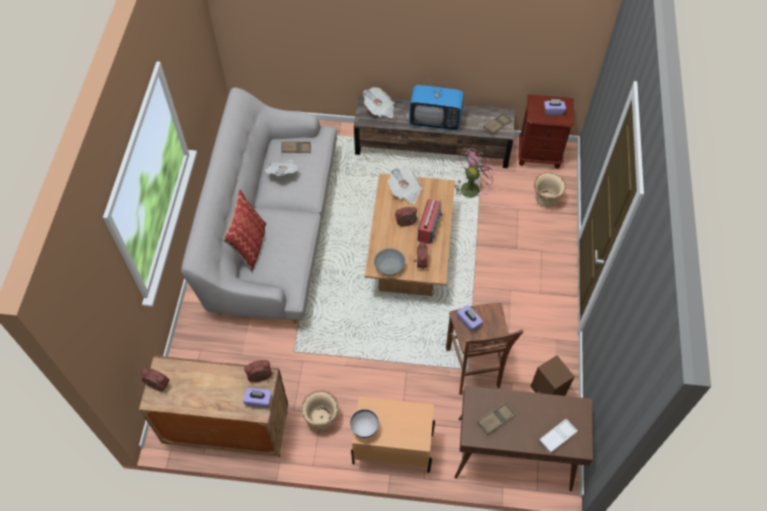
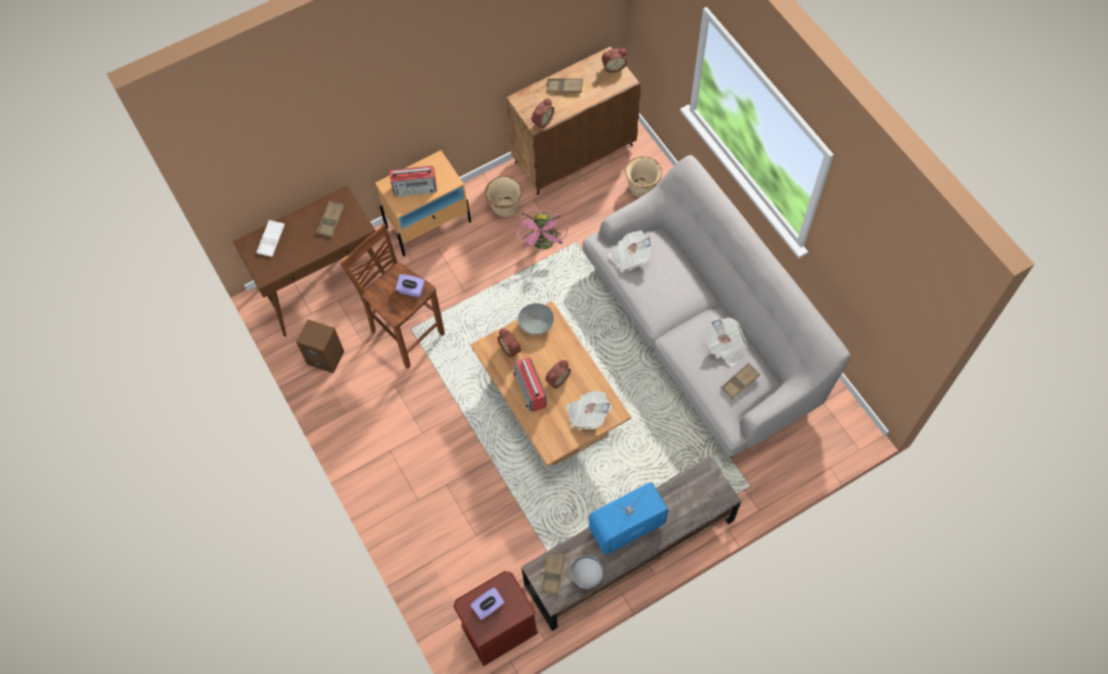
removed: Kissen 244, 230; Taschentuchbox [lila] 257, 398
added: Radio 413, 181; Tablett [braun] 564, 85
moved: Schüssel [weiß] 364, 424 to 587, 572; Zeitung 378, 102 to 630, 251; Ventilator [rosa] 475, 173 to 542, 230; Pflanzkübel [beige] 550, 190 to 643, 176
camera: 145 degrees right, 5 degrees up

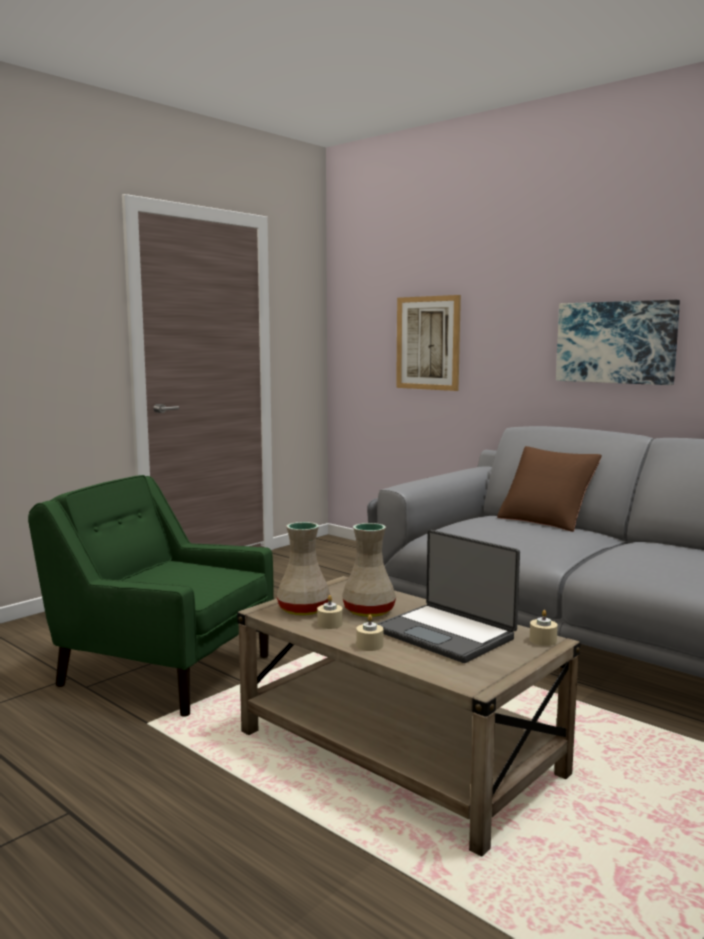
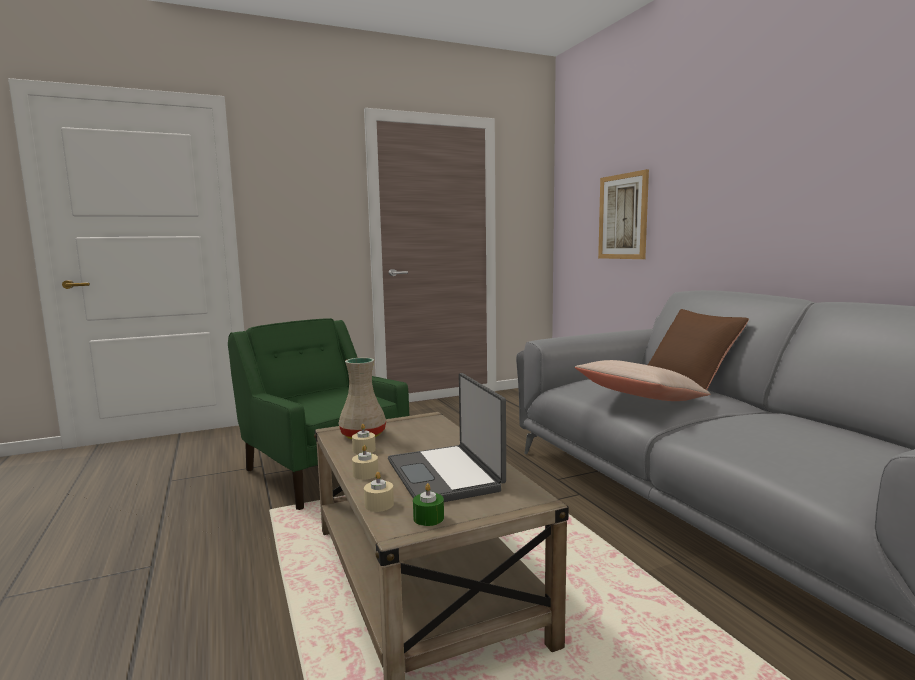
removed: Vase [beige] 369, 570; Bild 618, 342
added: Kerze [grün] 428, 504; Kissen [beige] 642, 380
moved: Kerze [beige] 543, 628 to 379, 492
camera: 25 degrees right, 0 degrees up

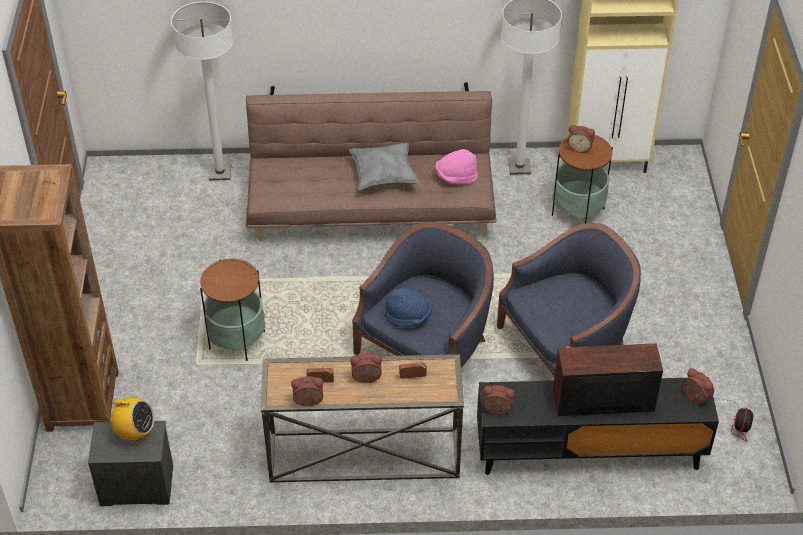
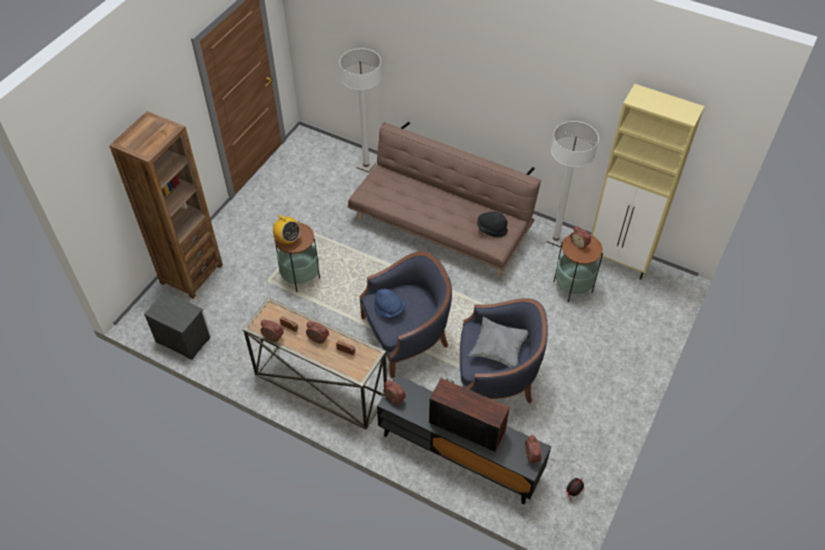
moved: Radio 132, 419 to 285, 230; Kissen [grau] 384, 166 to 498, 342
recoloured: Hut [rosa] 456, 167 to Hut [schwarz] 492, 225
camera: 30 degrees right, 5 degrees up

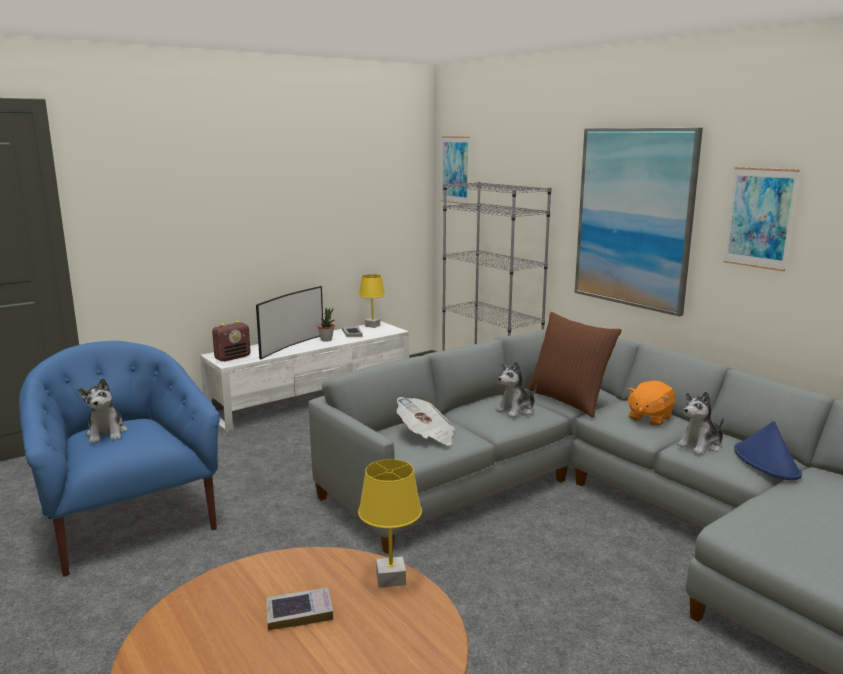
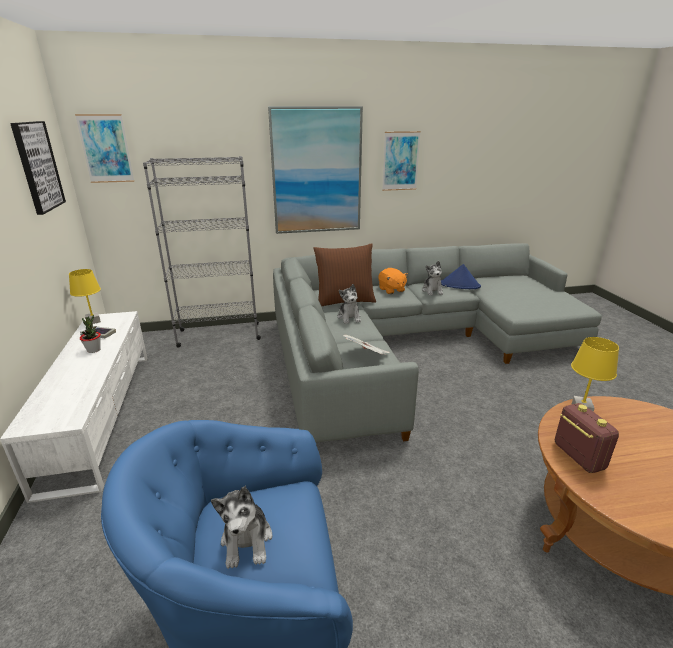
removed: Fernseher 289, 322; Buch 299, 609
added: Bild 38, 168
moved: Radio 231, 341 to 587, 438
turned: Plüschtier 102, 410 = 242, 527 75 degrees clockwise
camera: 65 degrees left, 10 degrees up

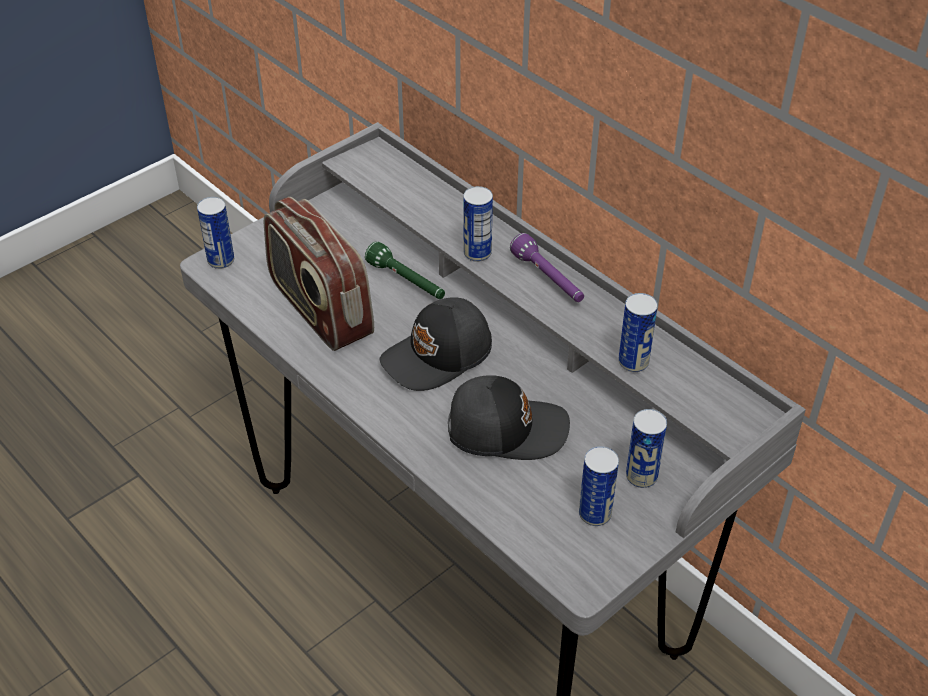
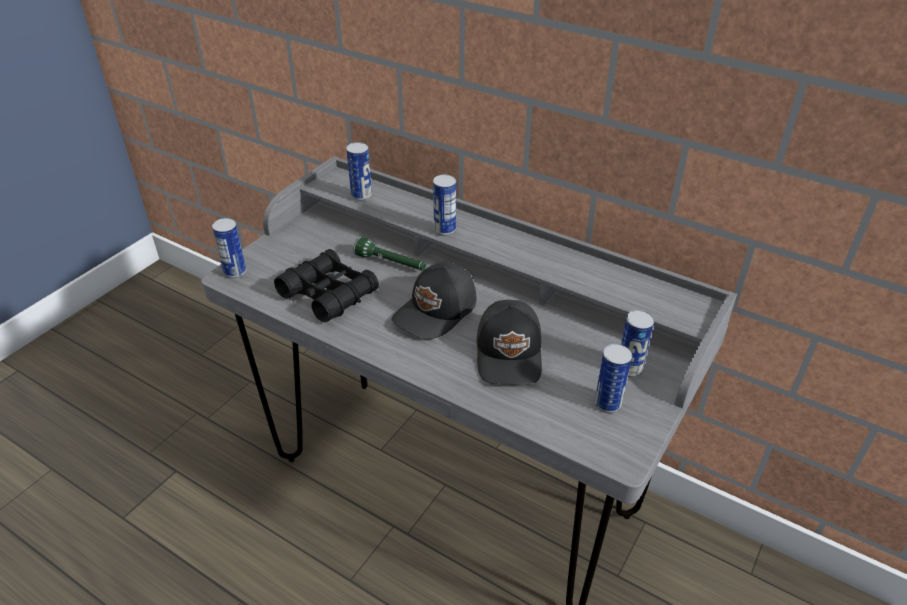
removed: Taschenlampe [lila] 547, 267
moved: Dose 638, 332 to 359, 171
replaced: Radio 319, 274 to Fernglas [schwarz] 326, 285
turned: Kappe [schwarz] 509, 417 = 509, 342 105 degrees clockwise
camera: 15 degrees left, 5 degrees down

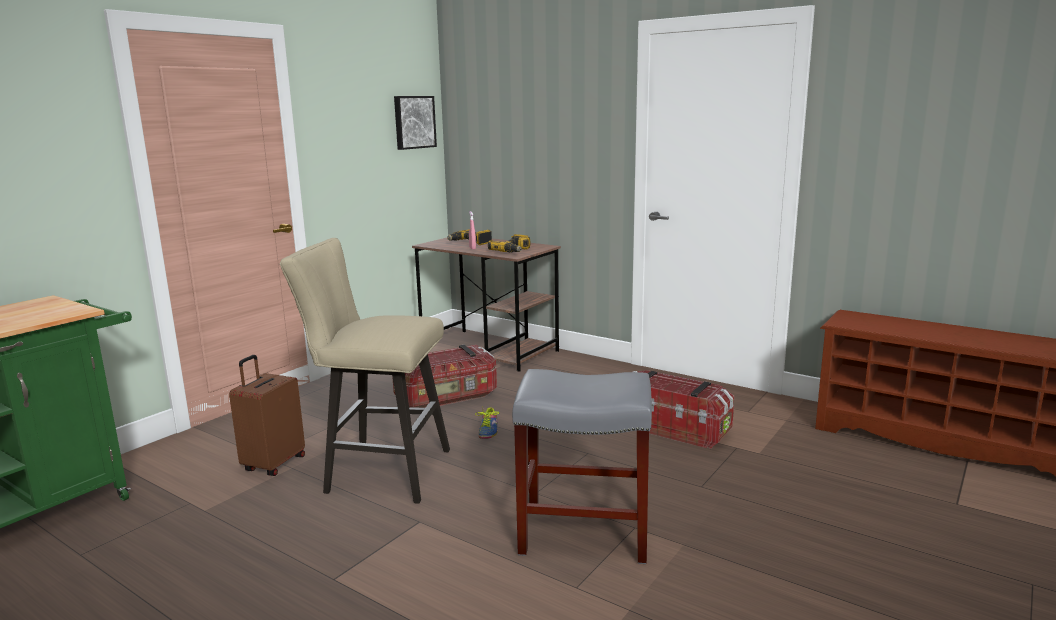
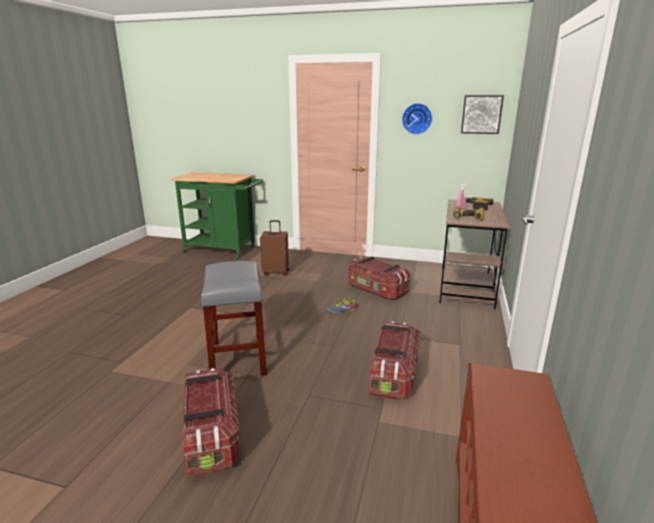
removed: Hocker [beige] 365, 371
added: Aufbewahrungsbox 211, 422; Wanduhr 417, 119
camera: 70 degrees right, 5 degrees up

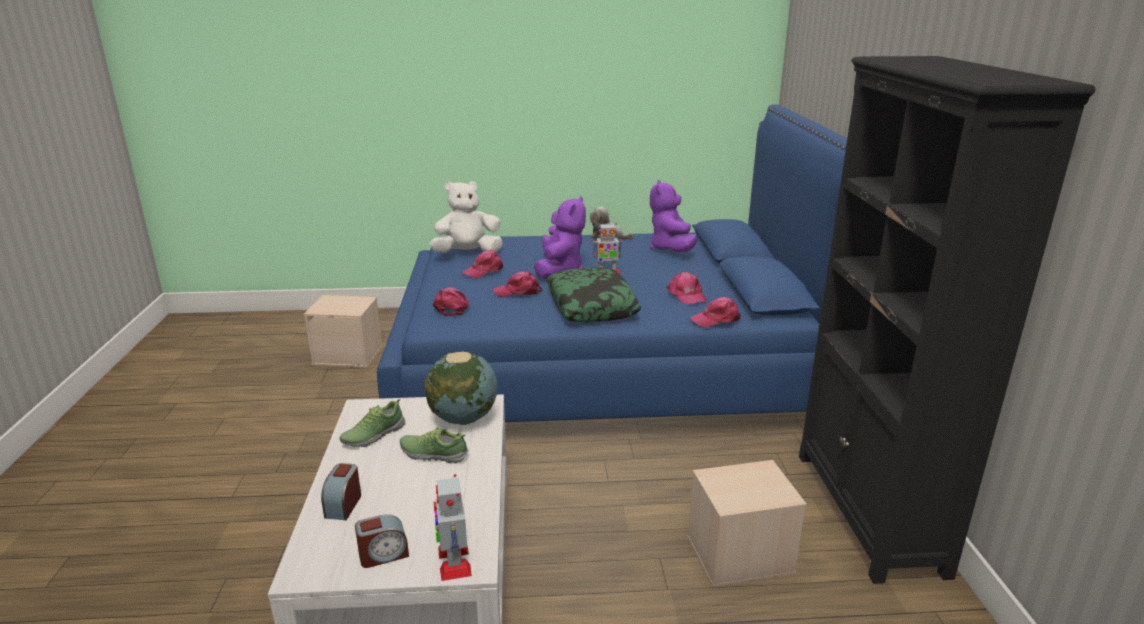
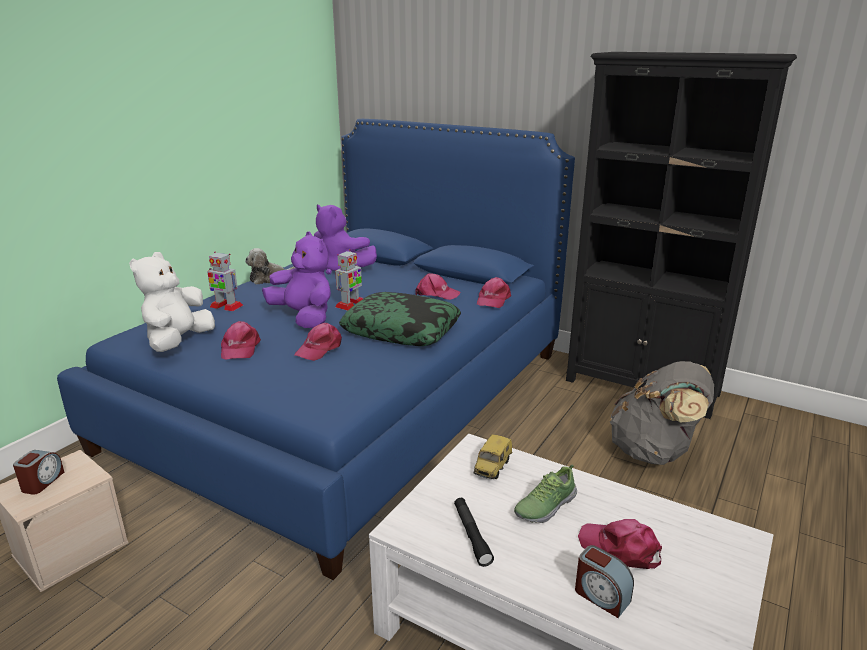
moved: Wecker 382, 541 to 38, 472; Kappe [rosa] 451, 301 to 620, 544; Spielzeugroboter 453, 527 to 225, 281
replaced: Schuh 372, 423 to Taschenlampe [schwarz] 474, 532; Globus 461, 388 to Spielzeugauto 493, 456; Aufbewahrungsbox [beige] 747, 523 to Rucksack [grau] 661, 413
camera: 55 degrees left, 0 degrees up

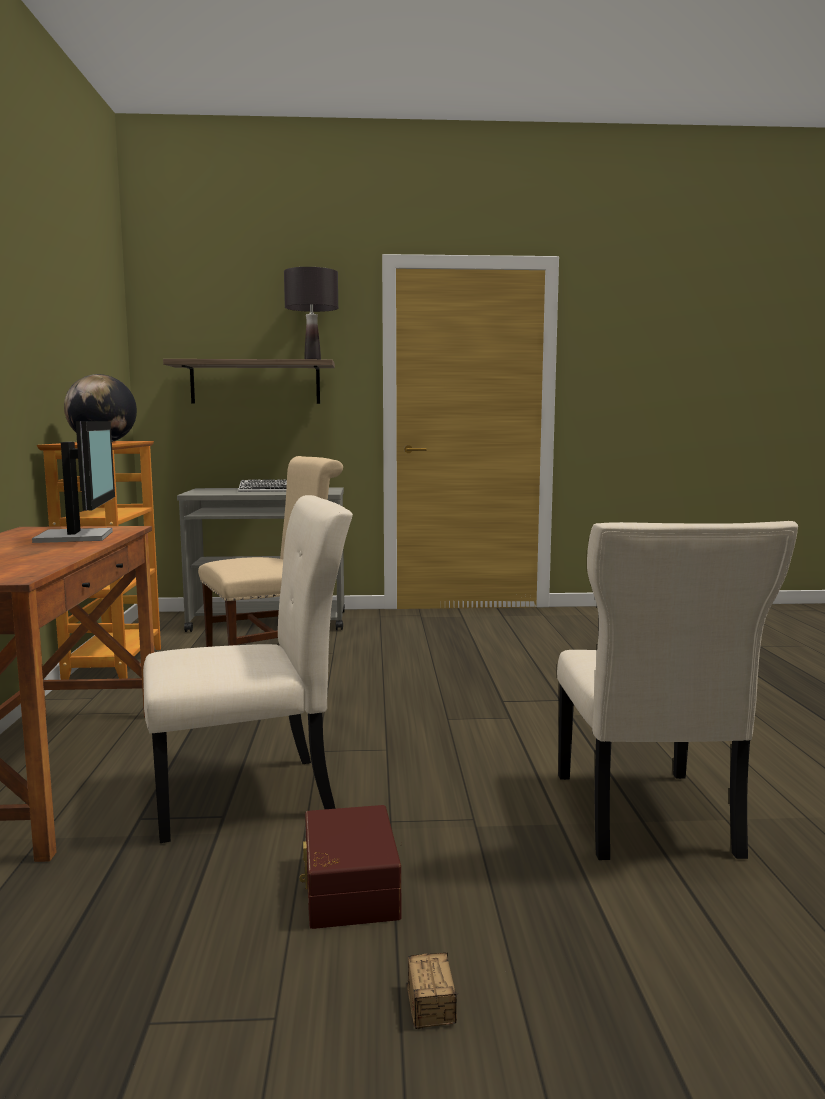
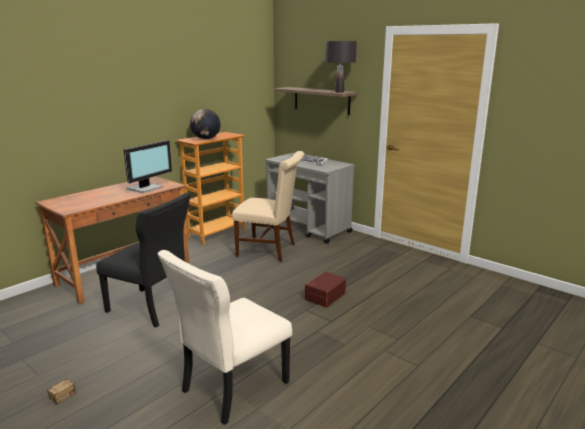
moved: Aufbewahrungsbox [braun] 350, 867 to 325, 289
recoloured: Stuhl [beige] 248, 669 to Stuhl [schwarz] 143, 260
camera: 45 degrees right, 10 degrees up

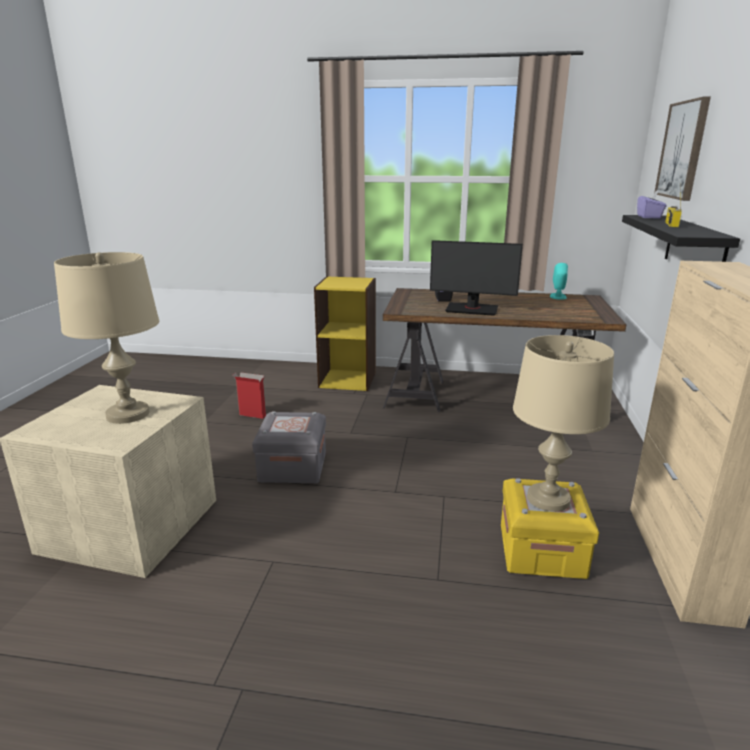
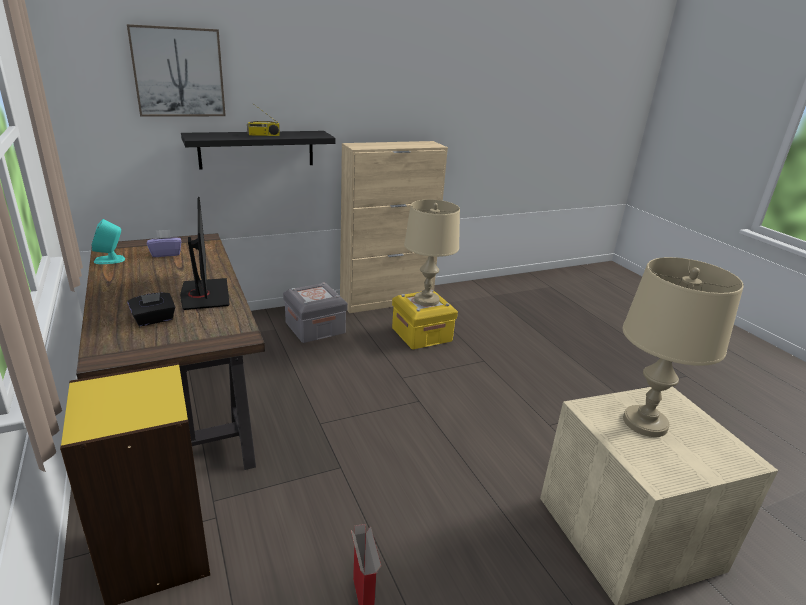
moved: Aufbewahrungsbox [grau] 289, 447 to 315, 312; Taschentuchbox [lila] 652, 204 to 164, 243
camera: 125 degrees left, 5 degrees up

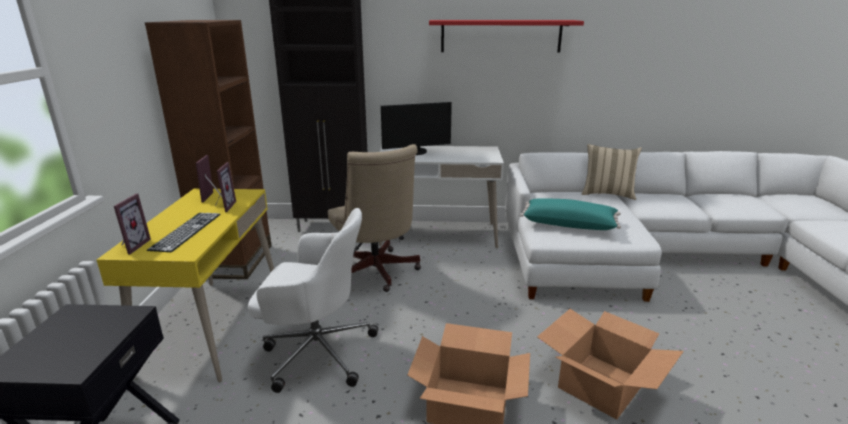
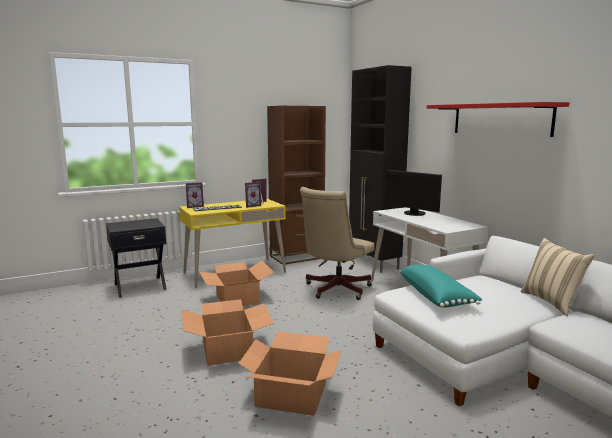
replaced: Bürostuhl [weiß] 313, 300 to Karton 236, 283
camera: 60 degrees right, 10 degrees down

